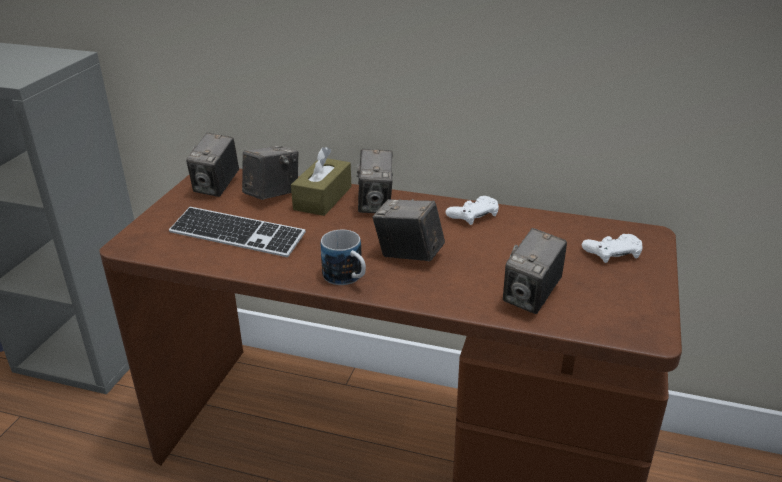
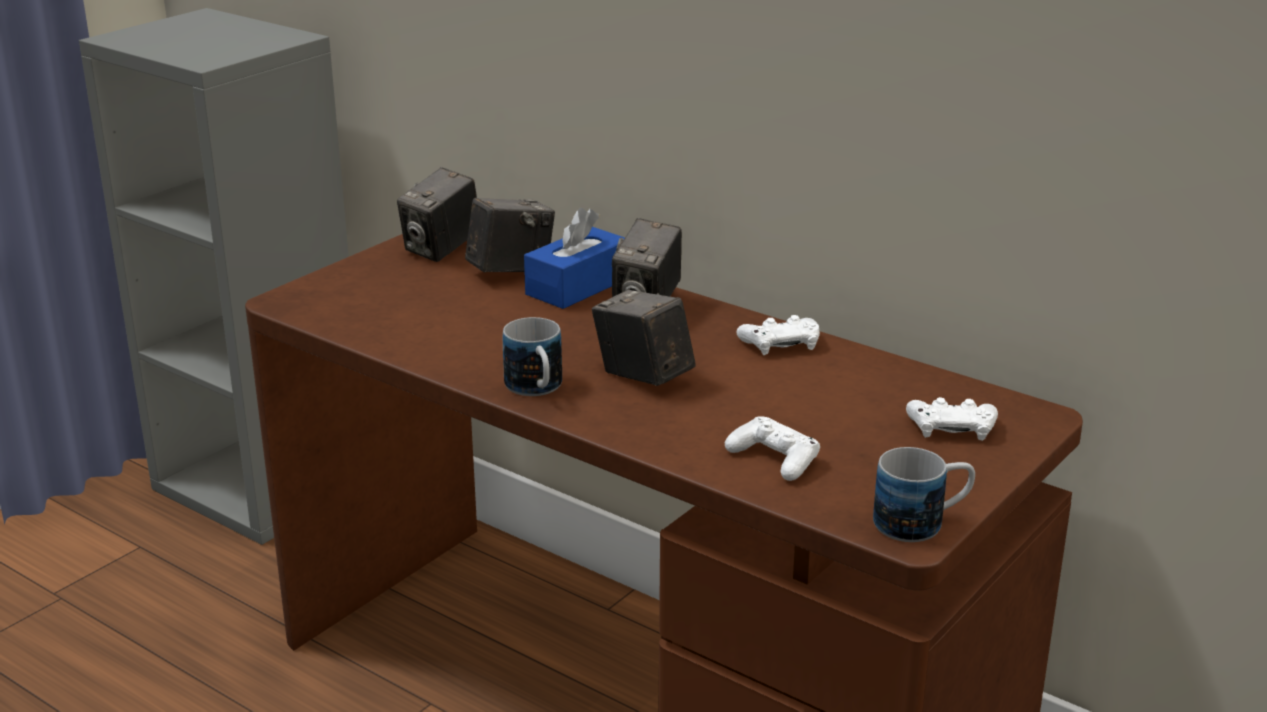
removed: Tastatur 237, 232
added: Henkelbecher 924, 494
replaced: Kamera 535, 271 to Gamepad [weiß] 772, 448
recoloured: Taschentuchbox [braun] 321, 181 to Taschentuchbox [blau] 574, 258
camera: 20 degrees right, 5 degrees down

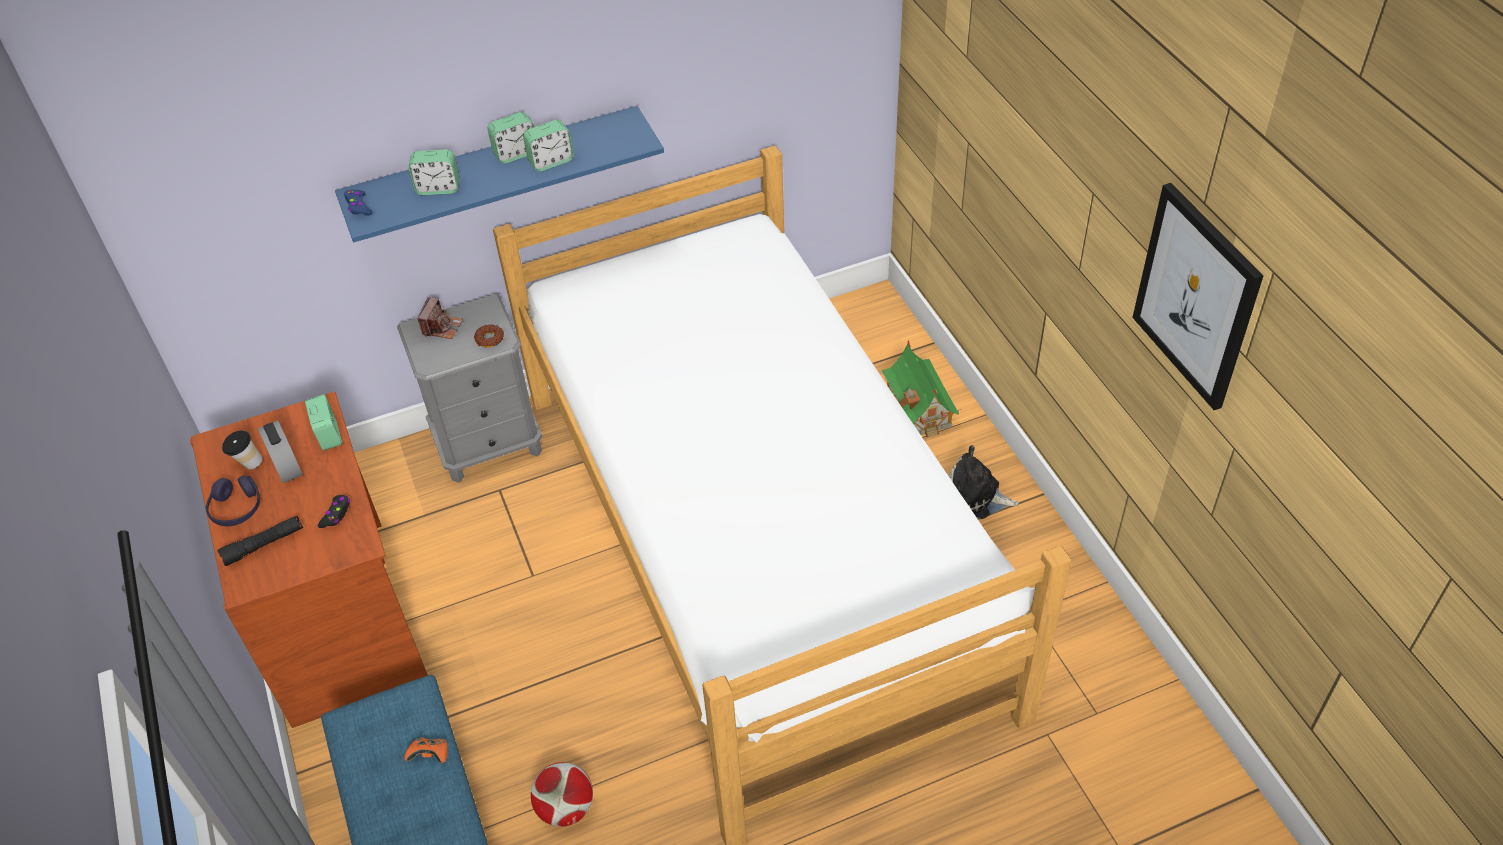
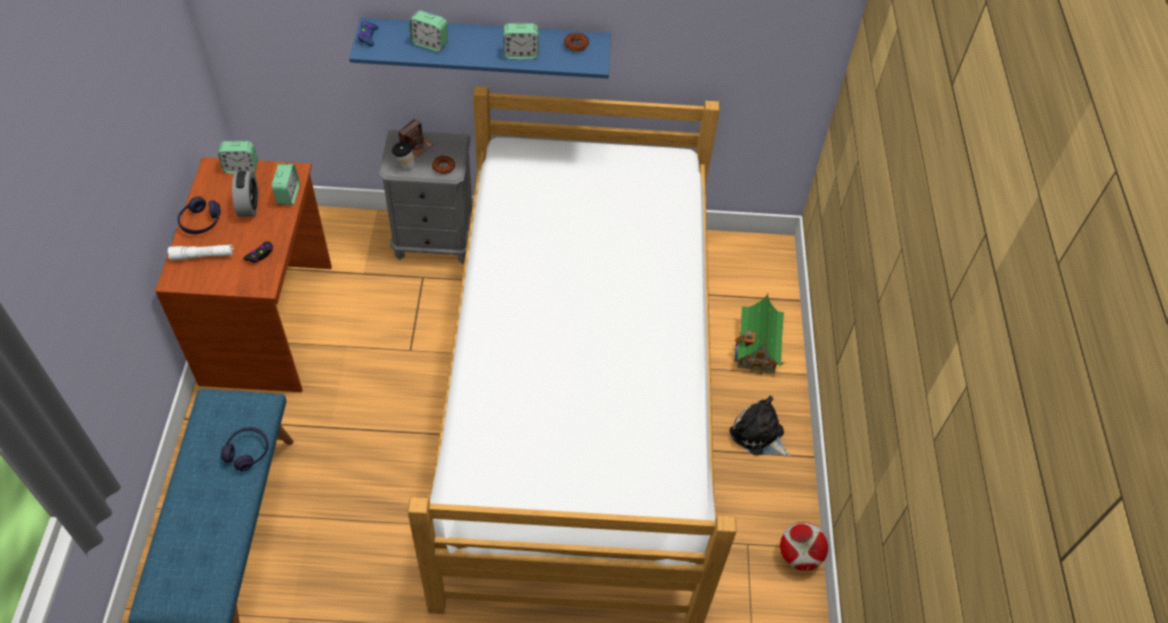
removed: Bild 1198, 296
added: Donut 576, 42
moved: Tasse 242, 450 to 404, 155; Wecker 510, 138 to 238, 157; Fußball 562, 794 to 804, 546
replaced: Gamepad [orange] 426, 750 to Kopfhörer [lila] 245, 449
recoloured: Taschenlampe [schwarz] 260, 541 to Taschenlampe [weiß] 201, 253
camera: 20 degrees right, 5 degrees up

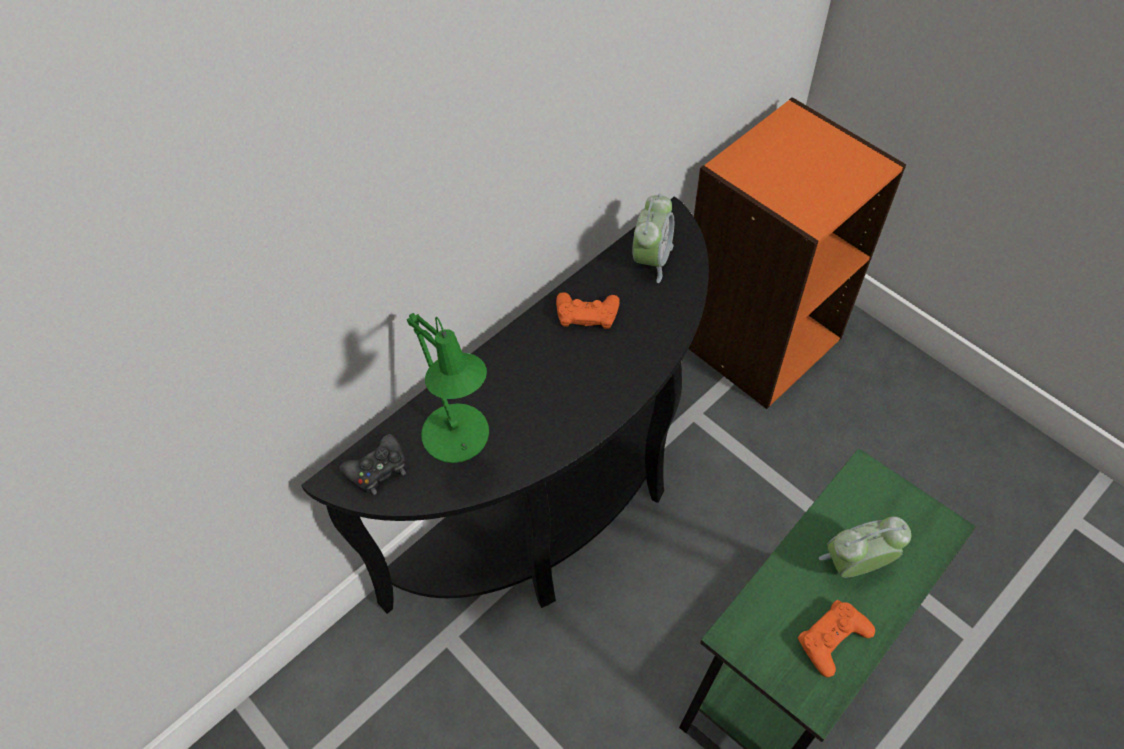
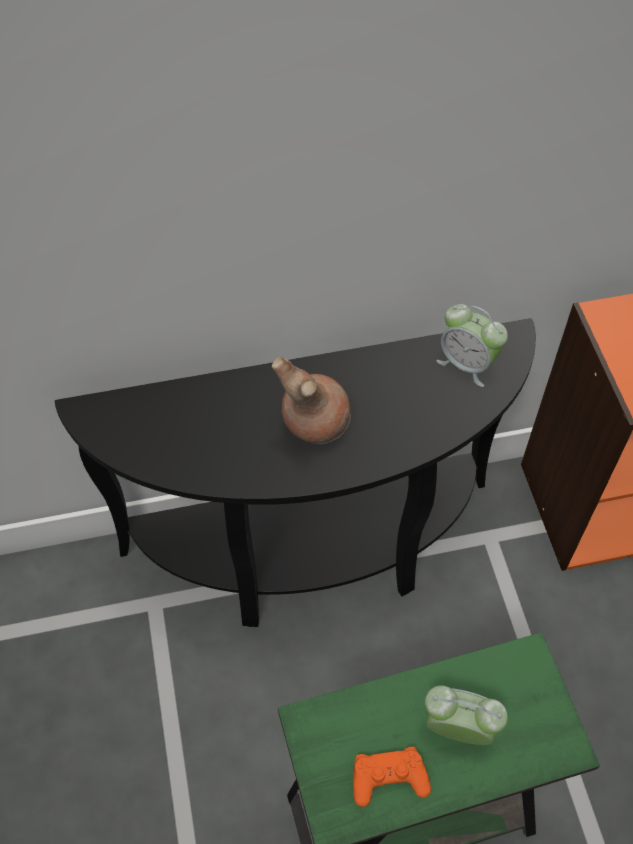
removed: Gamepad [schwarz] 372, 464; Tischlampe [grün] 448, 388; Gamepad [orange] 588, 310
added: Vase [braun] 311, 400
turned: Wecker 653, 238 = 472, 345 75 degrees clockwise
camera: 30 degrees right, 0 degrees up

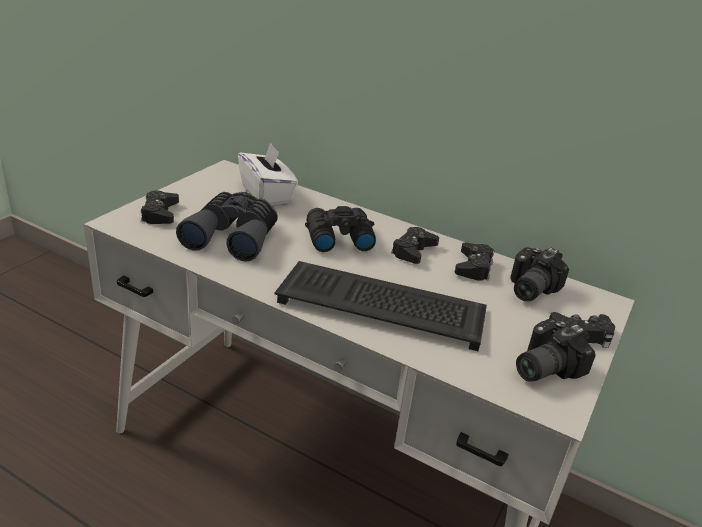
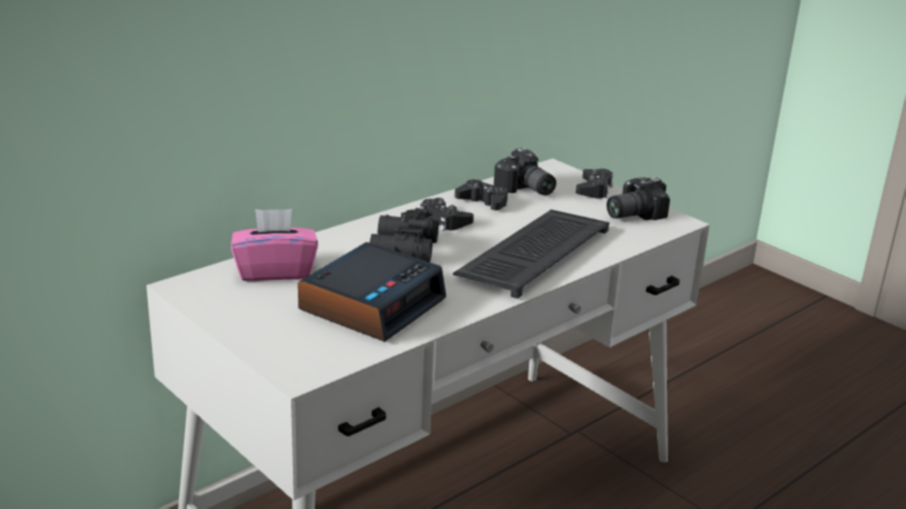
removed: Gamepad [schwarz] 160, 207
replaced: Fernglas [grau] 227, 227 to Wecker 372, 292
recoloured: Taschentuchbox [weiß] 268, 173 to Taschentuchbox [rosa] 274, 245
turned: Kamera 556, 350 = 638, 198 75 degrees clockwise
camera: 70 degrees left, 5 degrees down

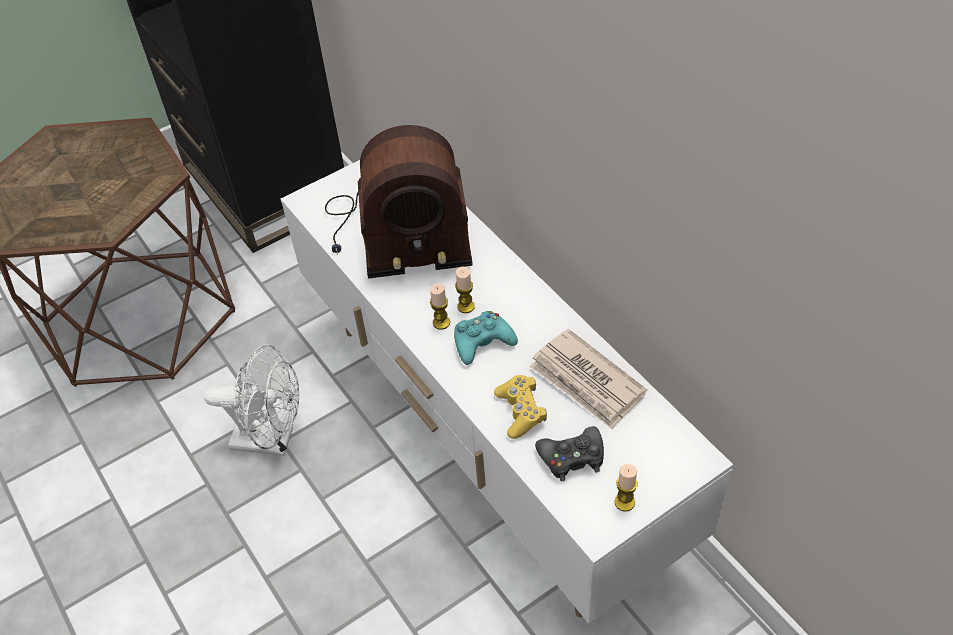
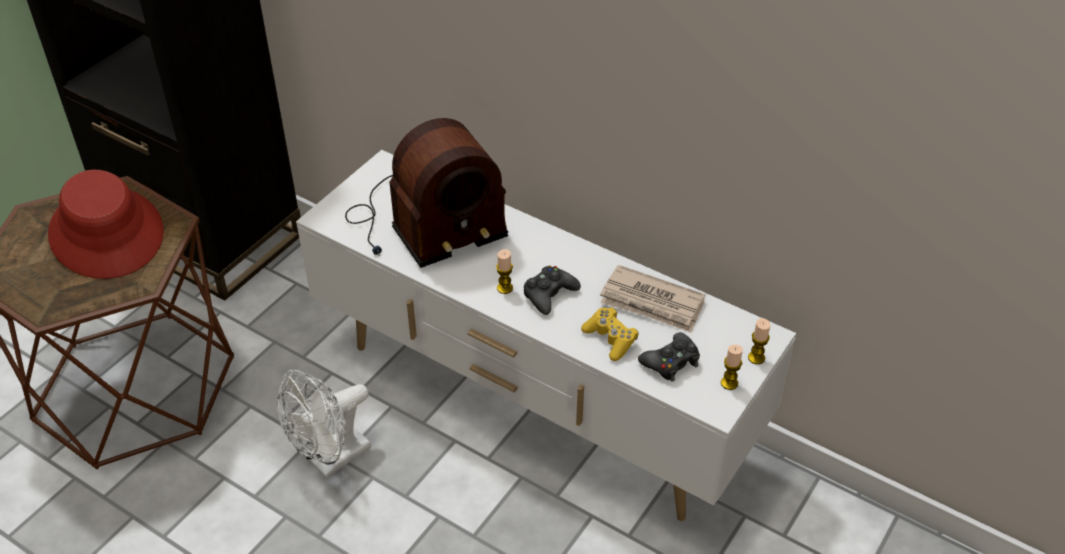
added: Hut [rot] 106, 224
moved: Kerze 465, 289 to 759, 341
recoloured: Gamepad [türkis] 486, 338 to Gamepad [schwarz] 552, 290
turned: Ventilator [weiß] 251, 400 = 323, 424 150 degrees clockwise
camera: 25 degrees left, 5 degrees down

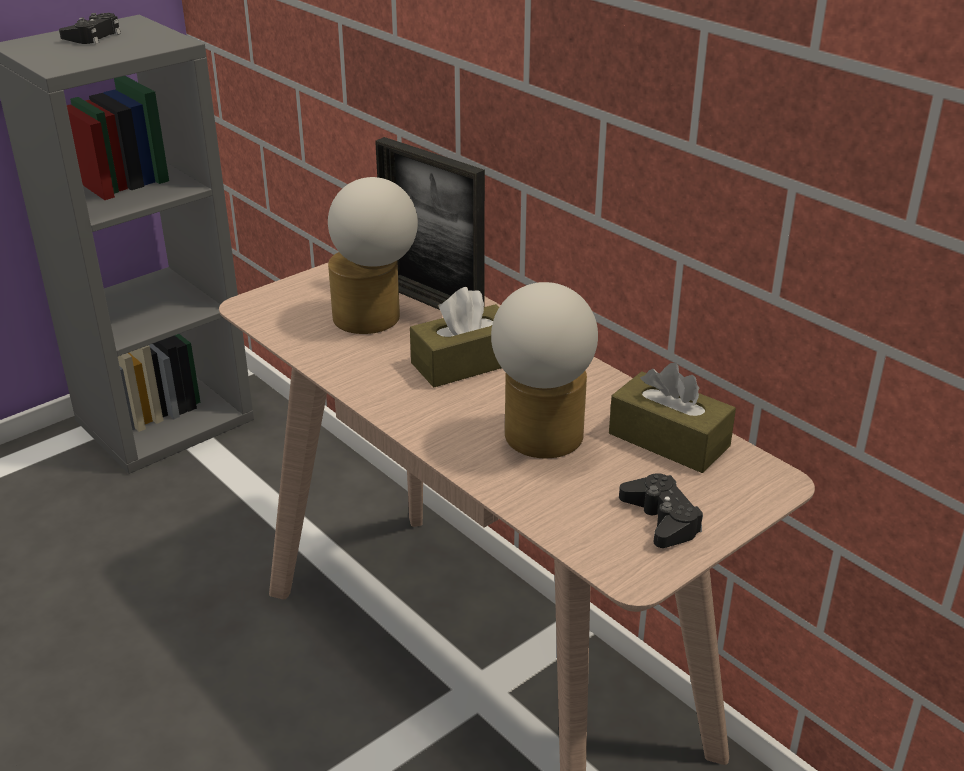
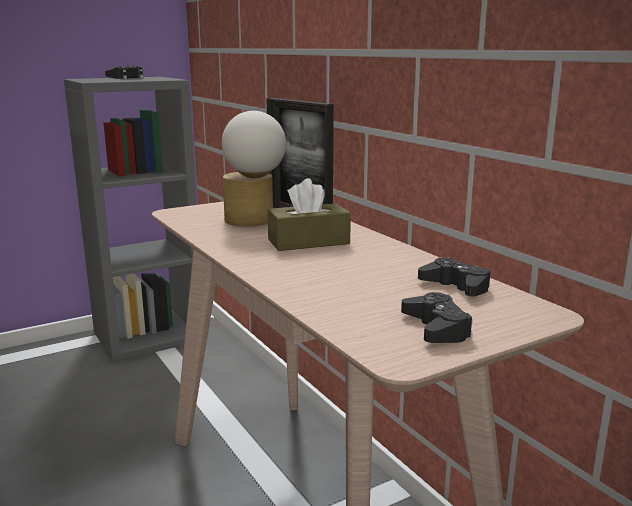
removed: Tischlampe 544, 370
replaced: Taschentuchbox [braun] 672, 418 to Gamepad [schwarz] 454, 277
camera: 10 degrees right, 15 degrees down

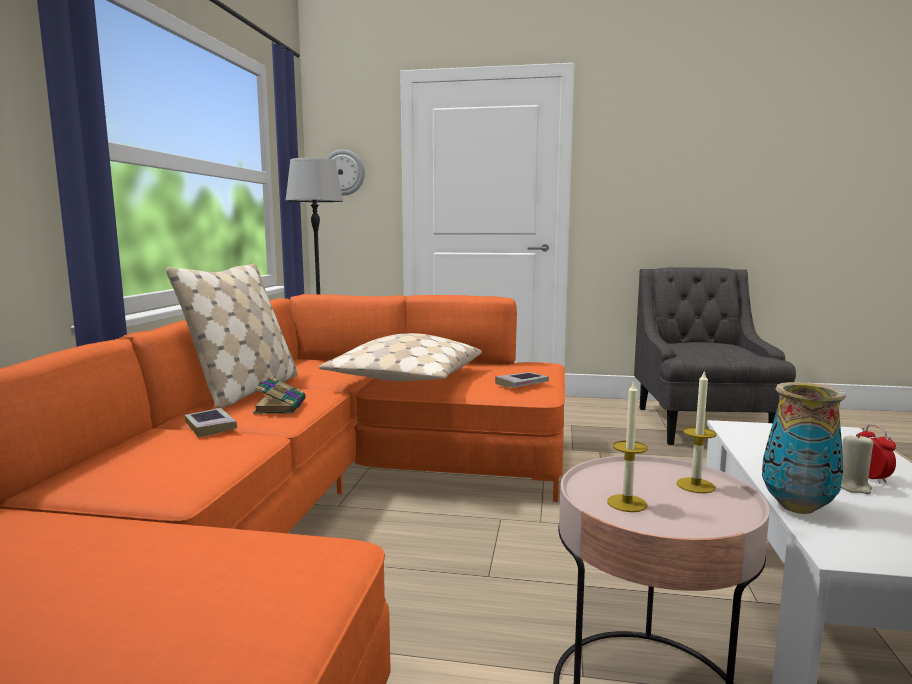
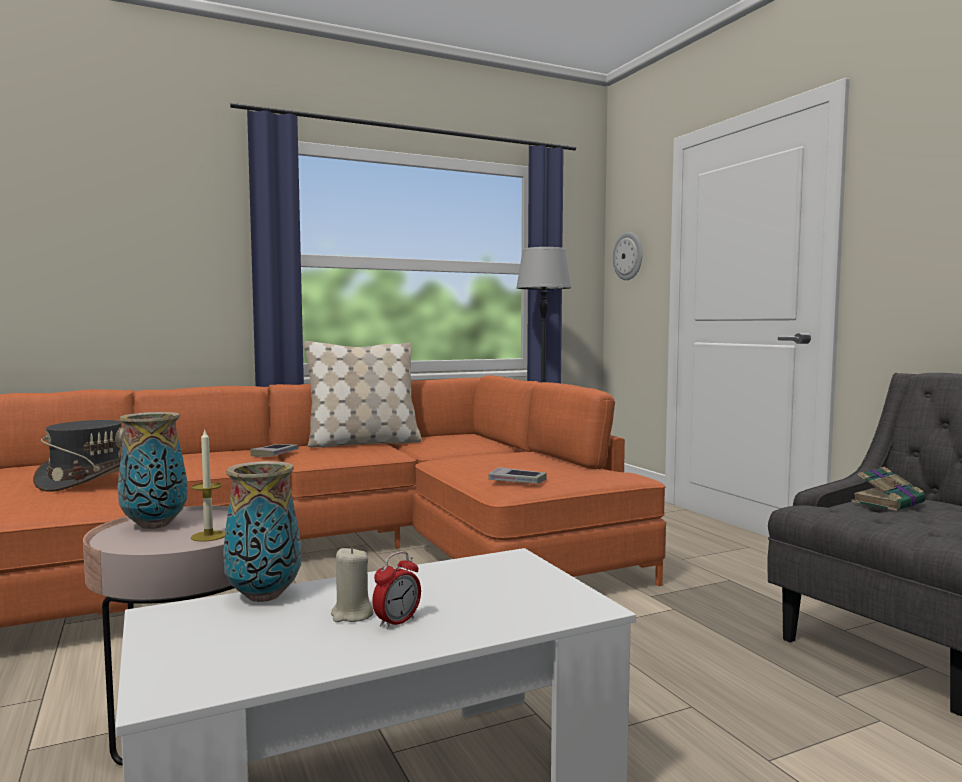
removed: Kissen [beige] 400, 357
added: Hut [grau] 79, 456
moved: Buch 279, 395 to 888, 489
replaced: Kerze 627, 446 to Vase 152, 470
camera: 55 degrees right, 5 degrees down

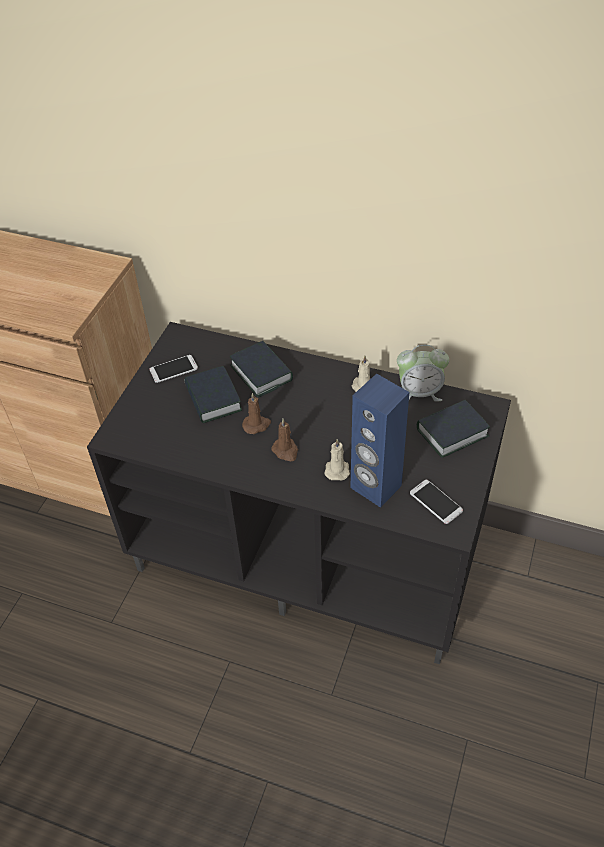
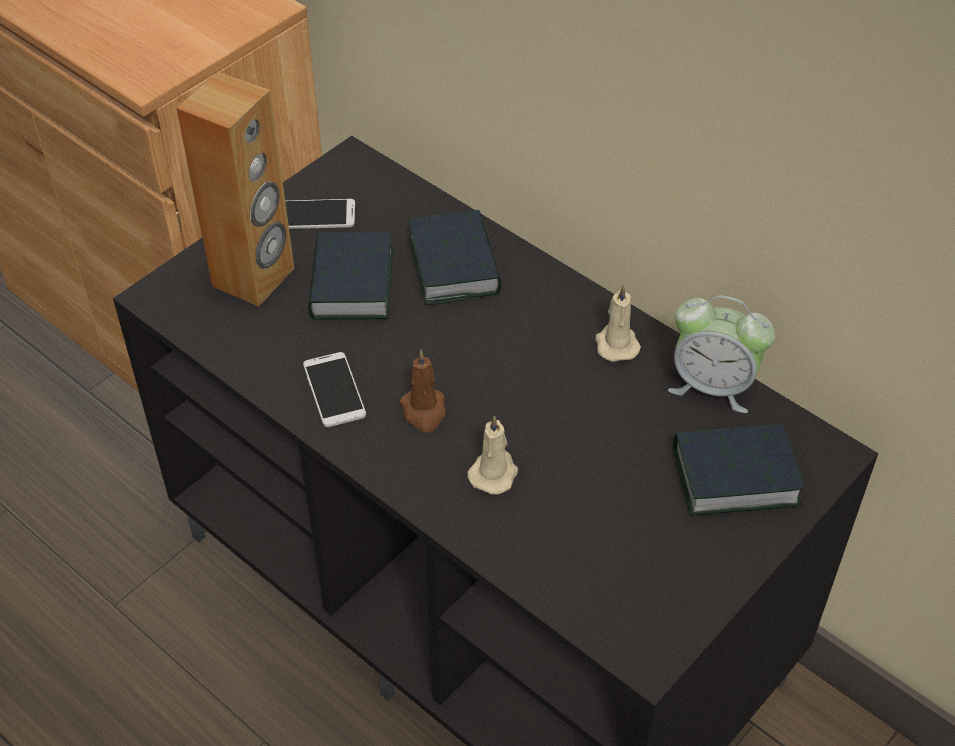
removed: Kerze [braun] 256, 413; Lautsprecher [blau] 379, 440
added: Lautsprecher [braun] 235, 189
moved: Handy 436, 502 to 334, 389
camera: 20 degrees right, 0 degrees up

